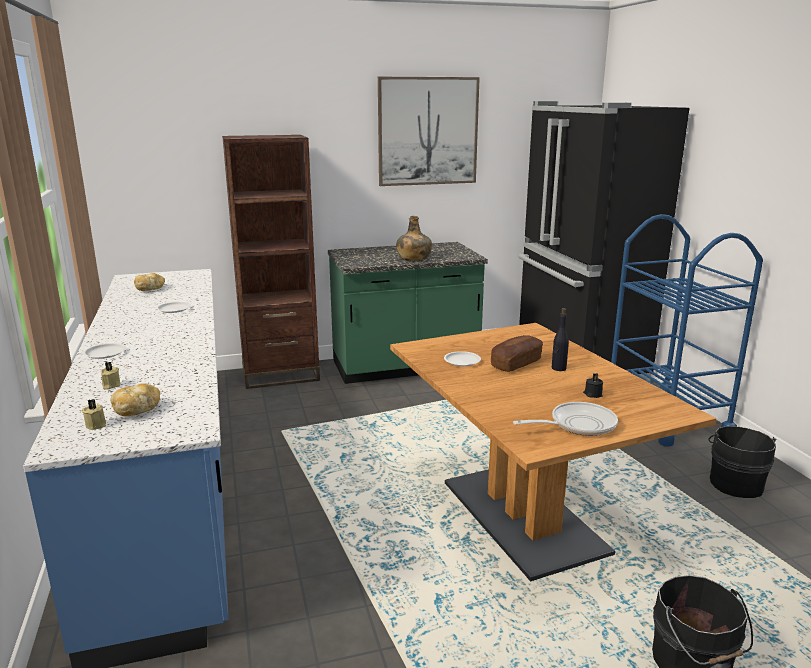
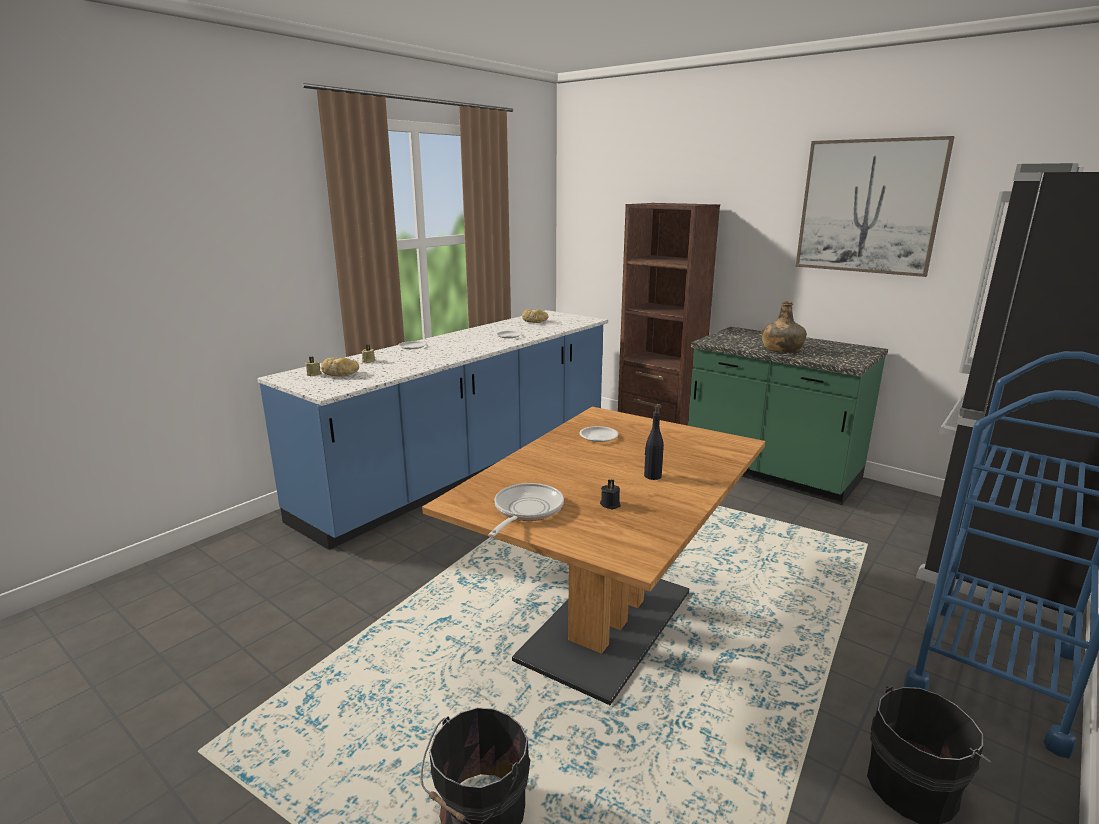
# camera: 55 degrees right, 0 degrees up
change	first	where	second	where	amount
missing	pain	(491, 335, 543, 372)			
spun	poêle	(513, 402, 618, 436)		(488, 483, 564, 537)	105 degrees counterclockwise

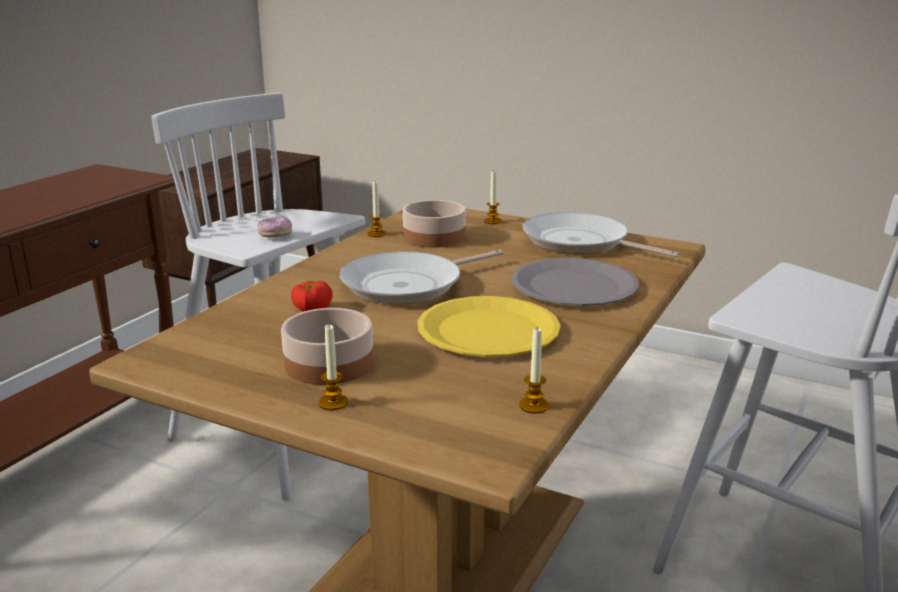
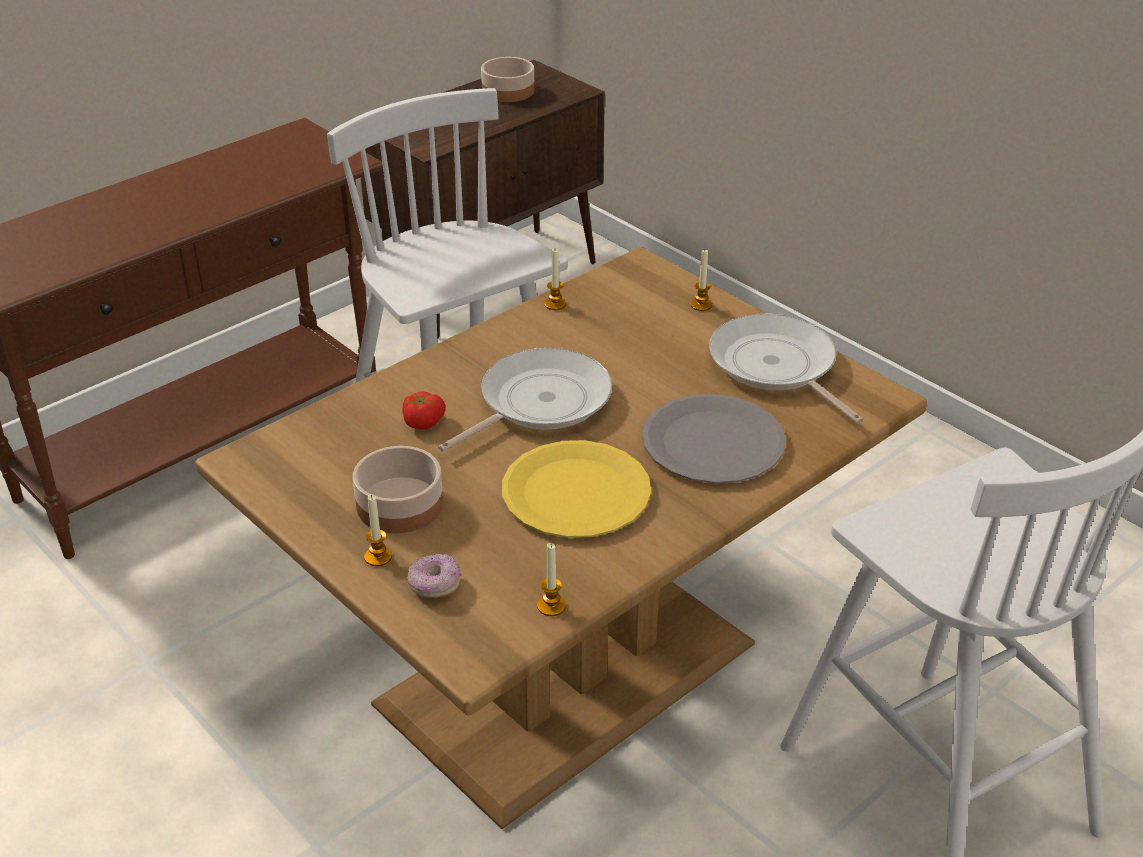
# camera: 20 degrees right, 15 degrees up
change	first	where	second	where	amount
relocated	beignet	(257, 216, 292, 237)		(407, 554, 461, 598)	
spun	poêle	(340, 250, 503, 304)		(438, 348, 612, 452)	150 degrees clockwise
relocated	bol	(403, 200, 466, 248)		(481, 57, 534, 102)	

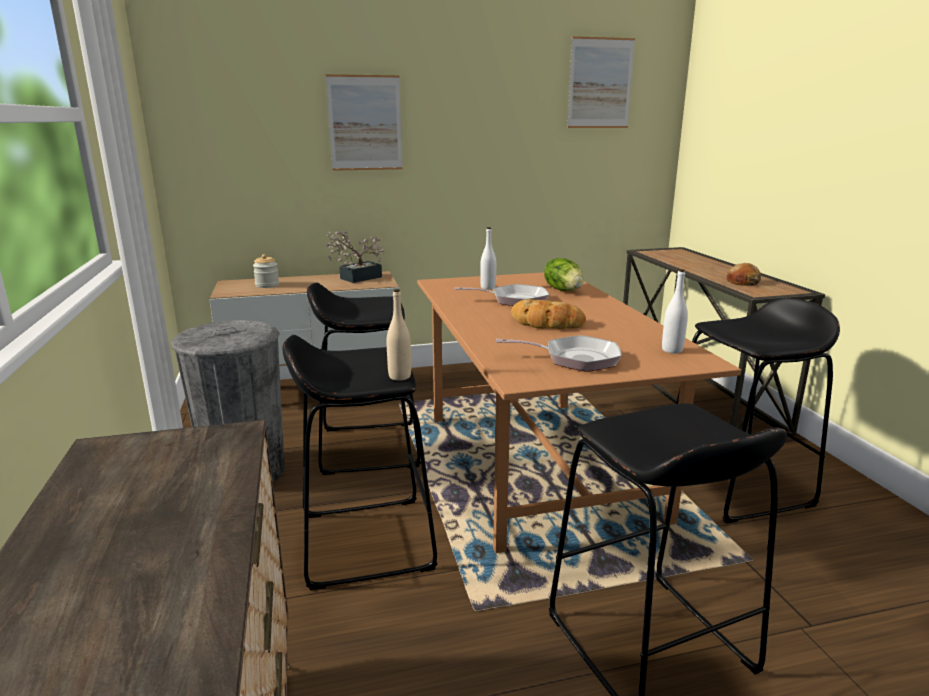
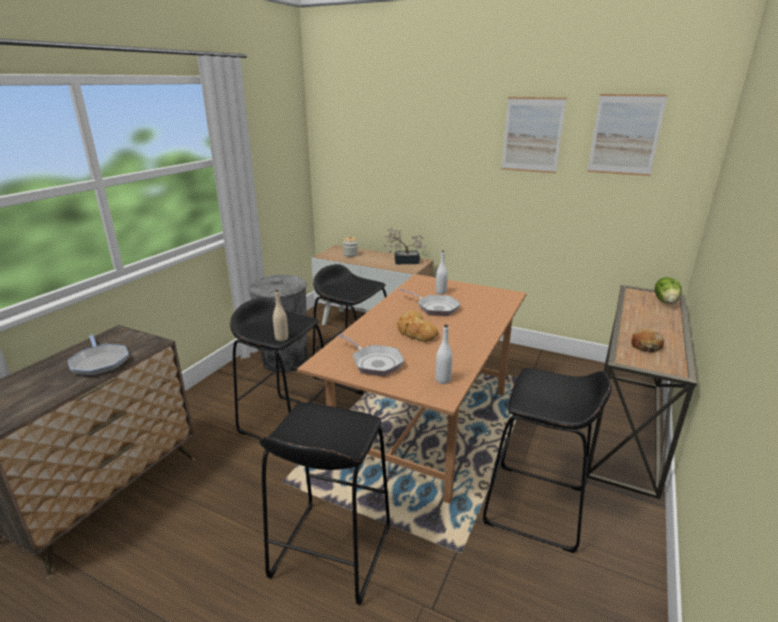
# camera: 40 degrees right, 5 degrees up
change	first	where	second	where	amount
relocated	tableau	(326, 74, 402, 171)		(501, 97, 567, 173)	
relocated	laitue	(544, 258, 584, 291)		(654, 277, 681, 304)	
appeared			poêle	(68, 335, 129, 376)	

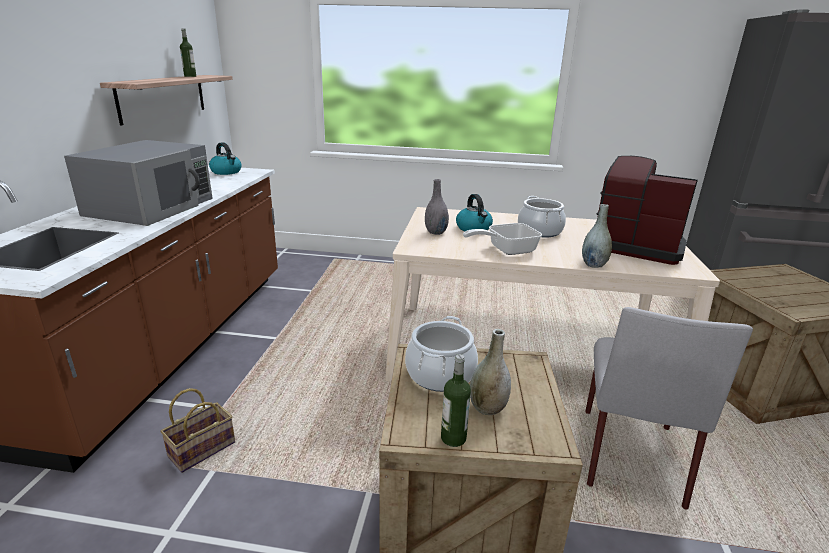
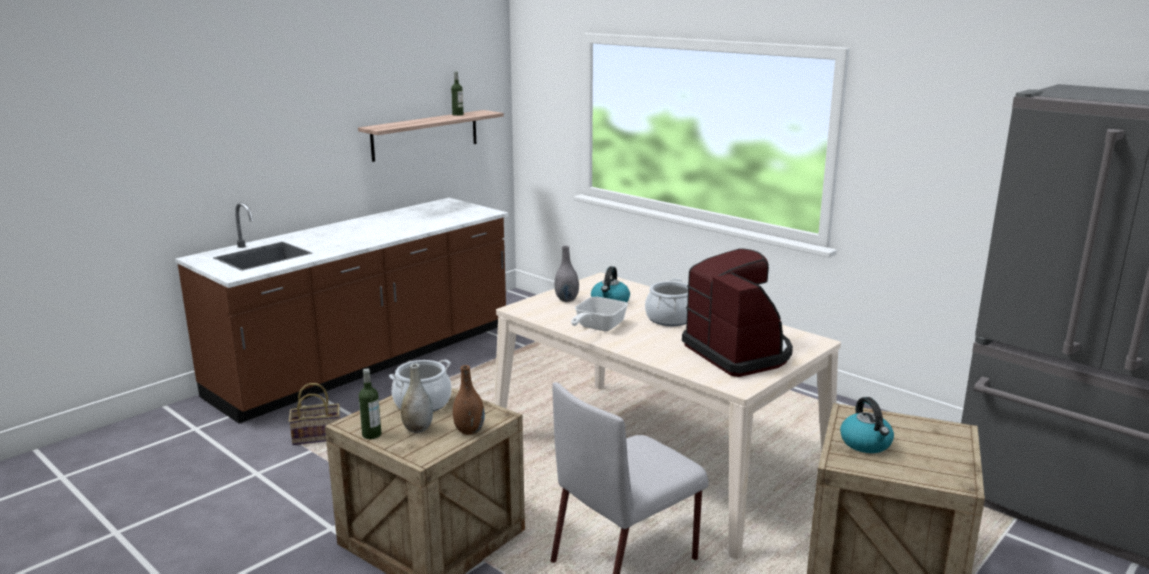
# camera: 35 degrees right, 5 degrees down
change	first	where	second	where	amount
missing	micro-ondes/gris	(64, 140, 213, 226)			
relocated	bouilloire	(209, 142, 242, 175)		(840, 397, 894, 453)	
spun	poêle	(463, 223, 542, 255)		(571, 297, 628, 331)	75 degrees counterclockwise
missing	vase/gris	(582, 204, 612, 268)			
appeared			vase/marron	(453, 365, 485, 435)	

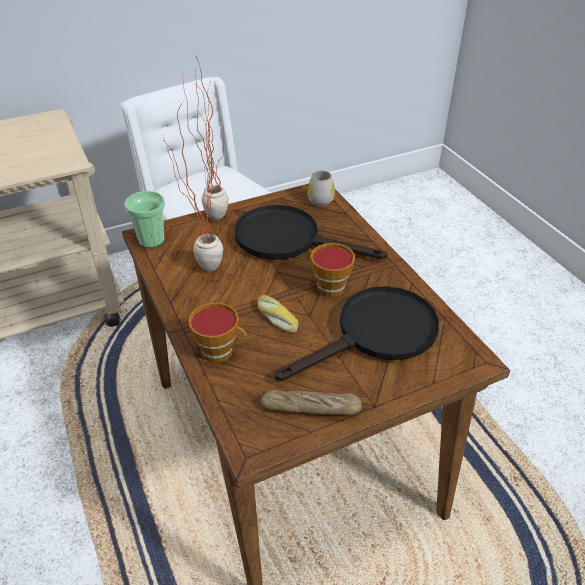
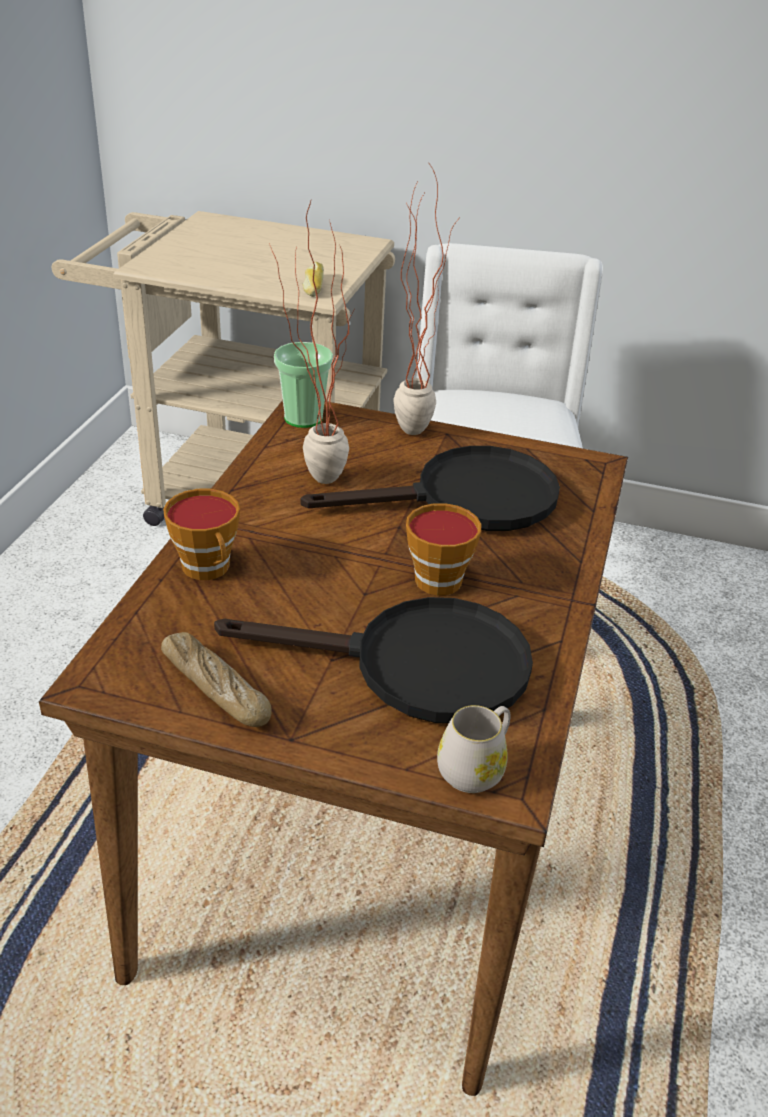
# camera: 40 degrees right, 5 degrees down
change	first	where	second	where	amount
spun	poêle/noir	(235, 205, 388, 260)		(300, 446, 560, 531)	105 degrees clockwise
relocated	pain	(258, 295, 299, 333)		(303, 262, 324, 297)	
relocated	mug/blanc	(307, 169, 335, 206)		(437, 705, 511, 793)	

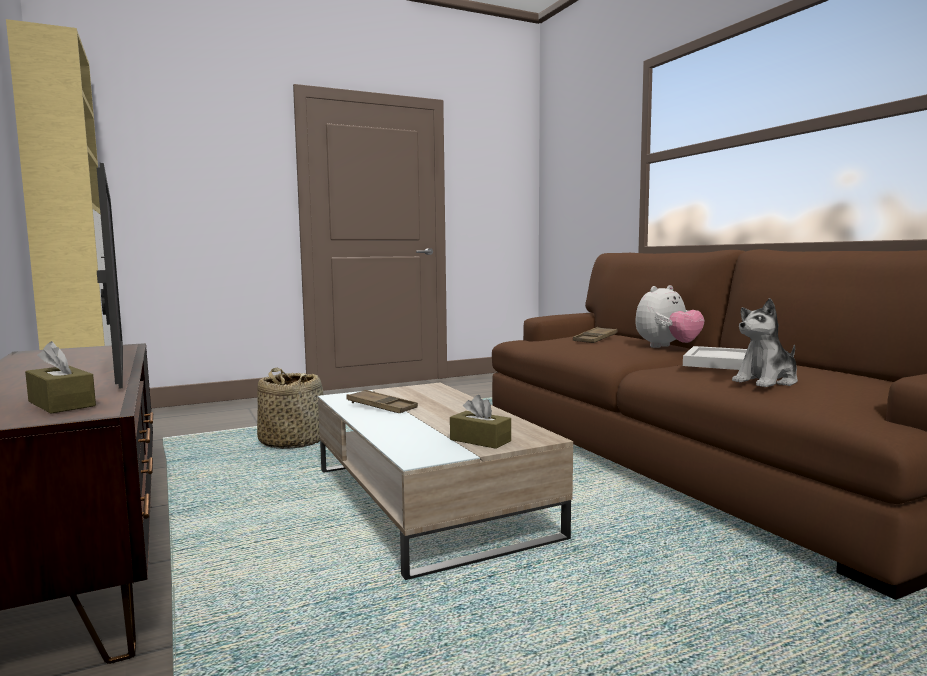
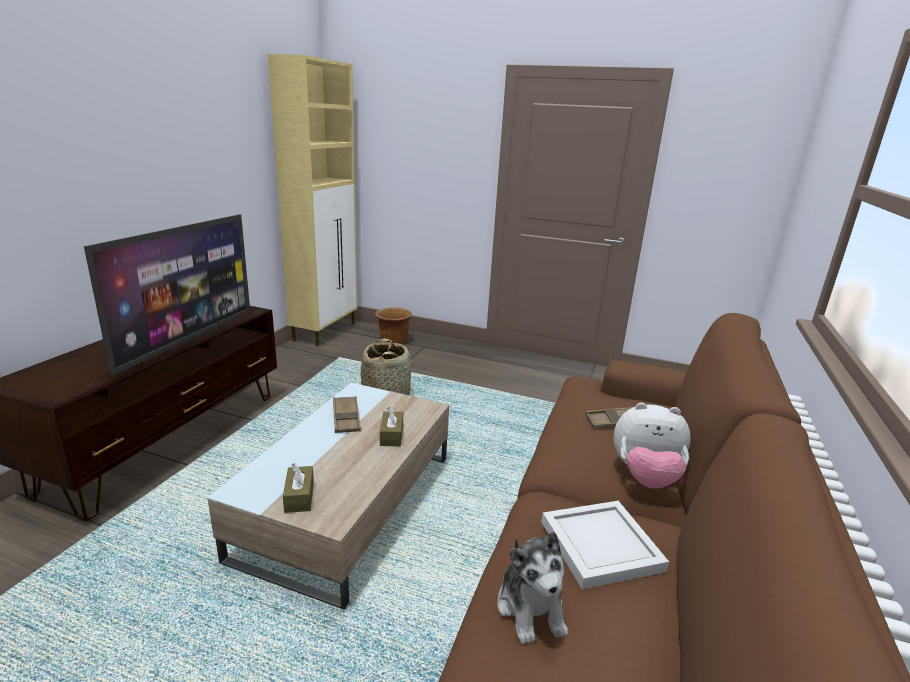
# camera: 45 degrees right, 15 degrees up
change	first	where	second	where	amount
relocated	boîte à mouchoirs/marron	(25, 341, 96, 414)		(380, 407, 403, 446)	
spun	peluche	(732, 298, 798, 387)		(497, 532, 568, 644)	120 degrees counterclockwise
appeared			cache-pot/marron	(375, 307, 412, 344)	

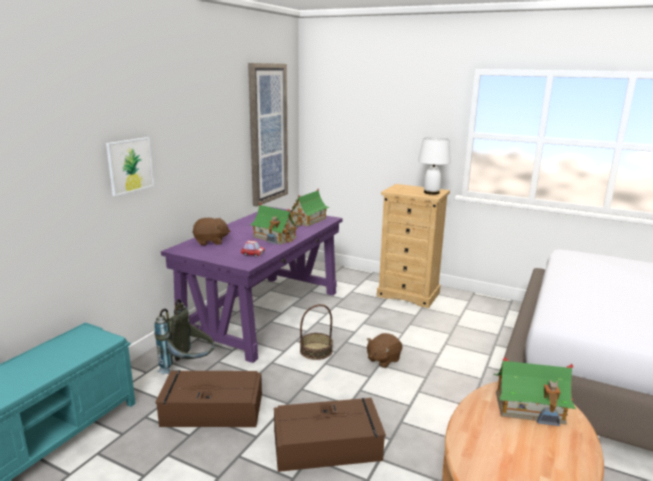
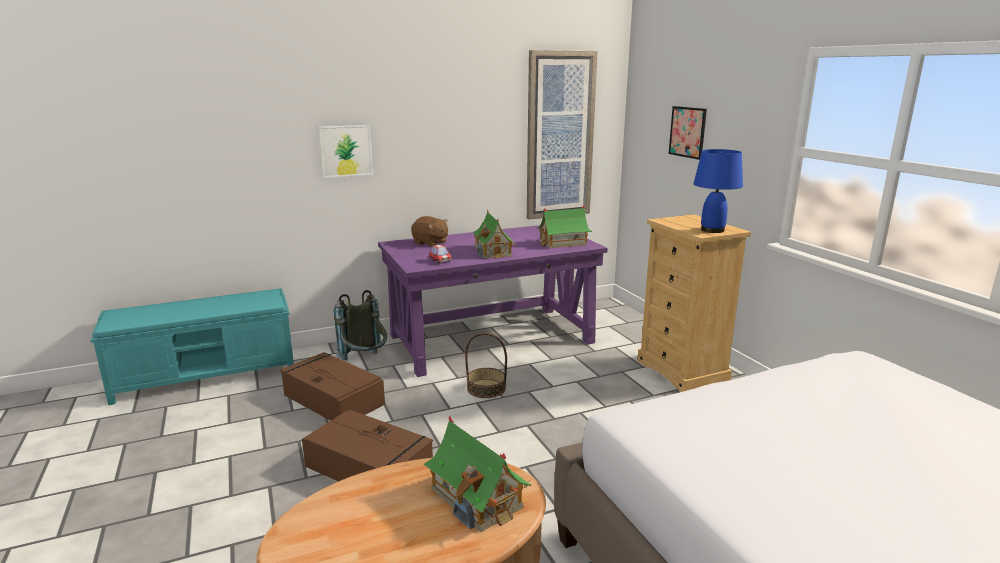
# camera: 40 degrees right, 0 degrees up
change	first	where	second	where	amount
missing	peluche/marron	(367, 333, 402, 368)			
colour	lampe de table/blanc	(418, 137, 451, 195)	lampe de table/bleu	(693, 149, 743, 233)	
appeared			tableau	(669, 106, 707, 160)	

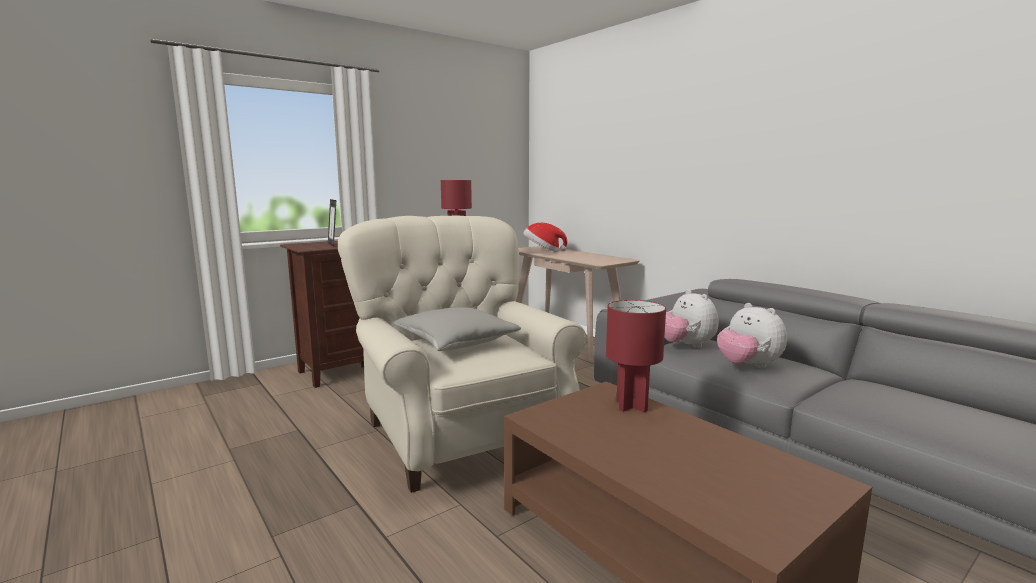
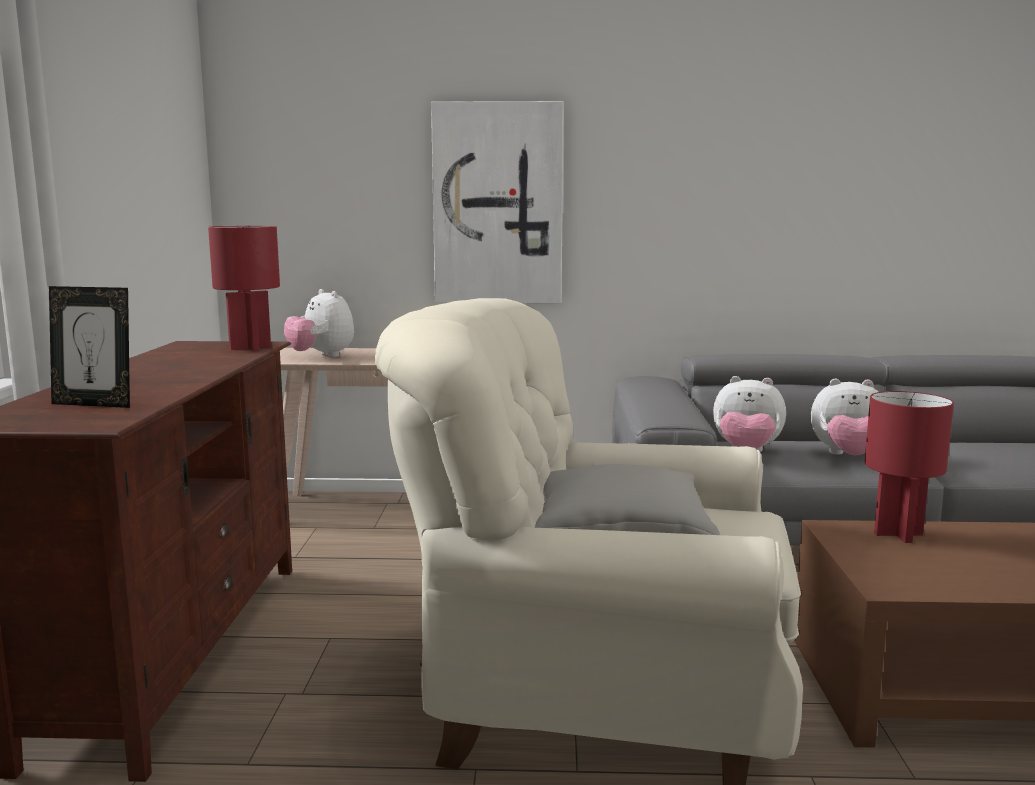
# camera: 50 degrees left, 0 degrees up
change	first	where	second	where	amount
exchanged	chapeau	(523, 223, 567, 252)	peluche	(284, 289, 354, 357)	
appeared			tableau	(431, 101, 564, 303)	

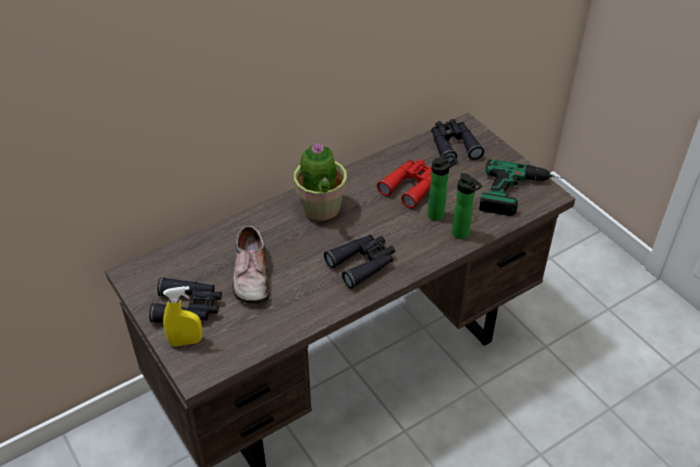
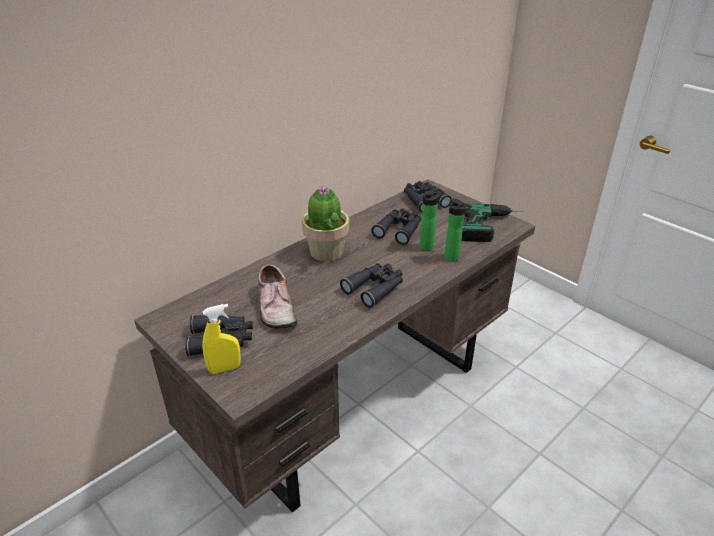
# camera: 10 degrees left, 10 degrees down
change	first	where	second	where	amount
colour	jumelles/rouge	(377, 159, 432, 209)	jumelles/noir	(371, 208, 421, 245)	

